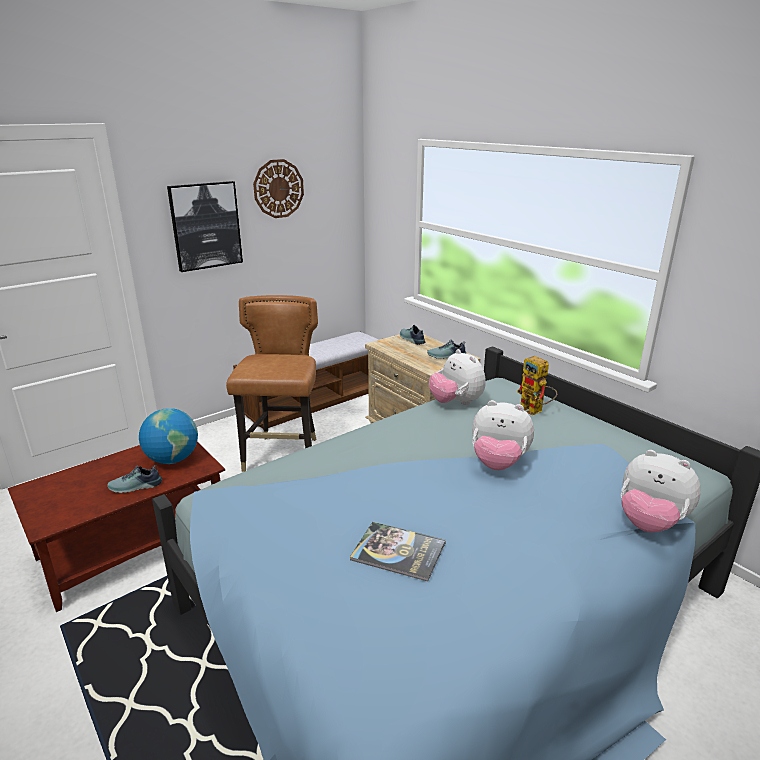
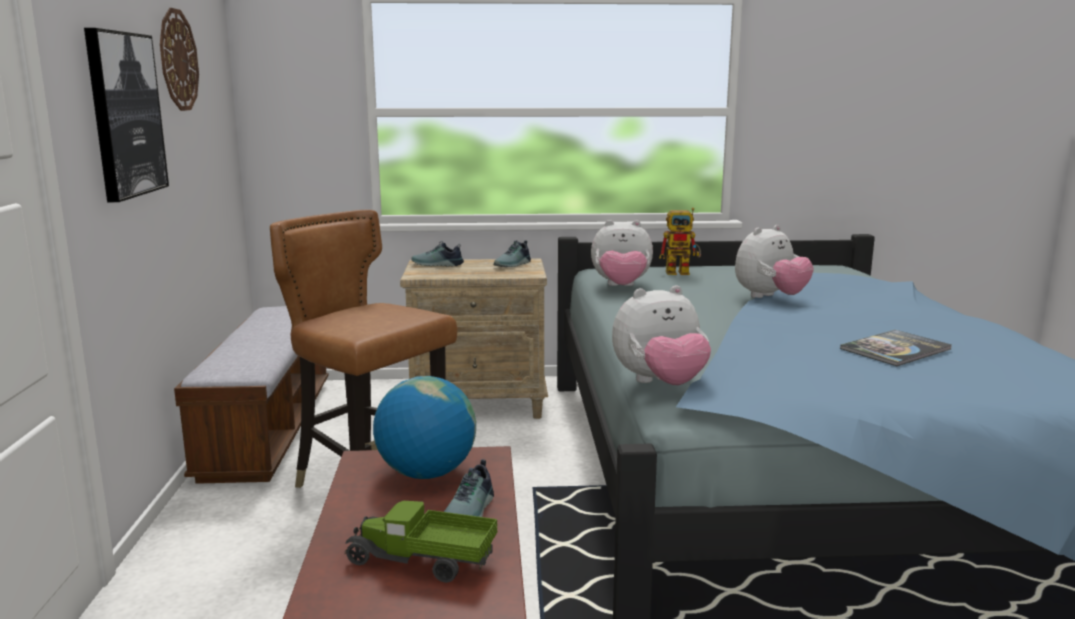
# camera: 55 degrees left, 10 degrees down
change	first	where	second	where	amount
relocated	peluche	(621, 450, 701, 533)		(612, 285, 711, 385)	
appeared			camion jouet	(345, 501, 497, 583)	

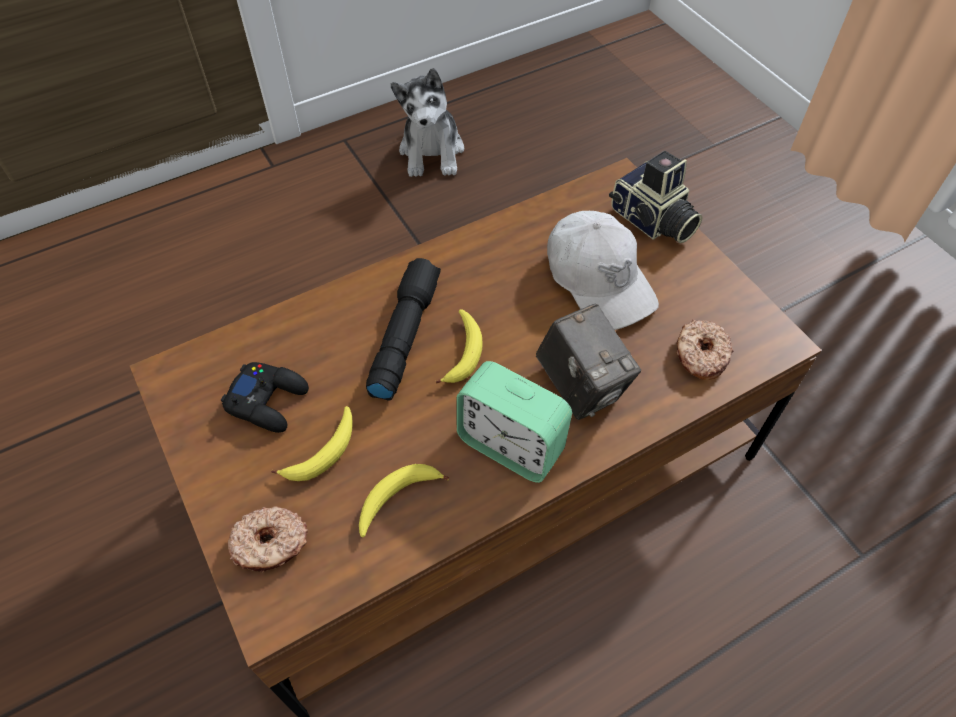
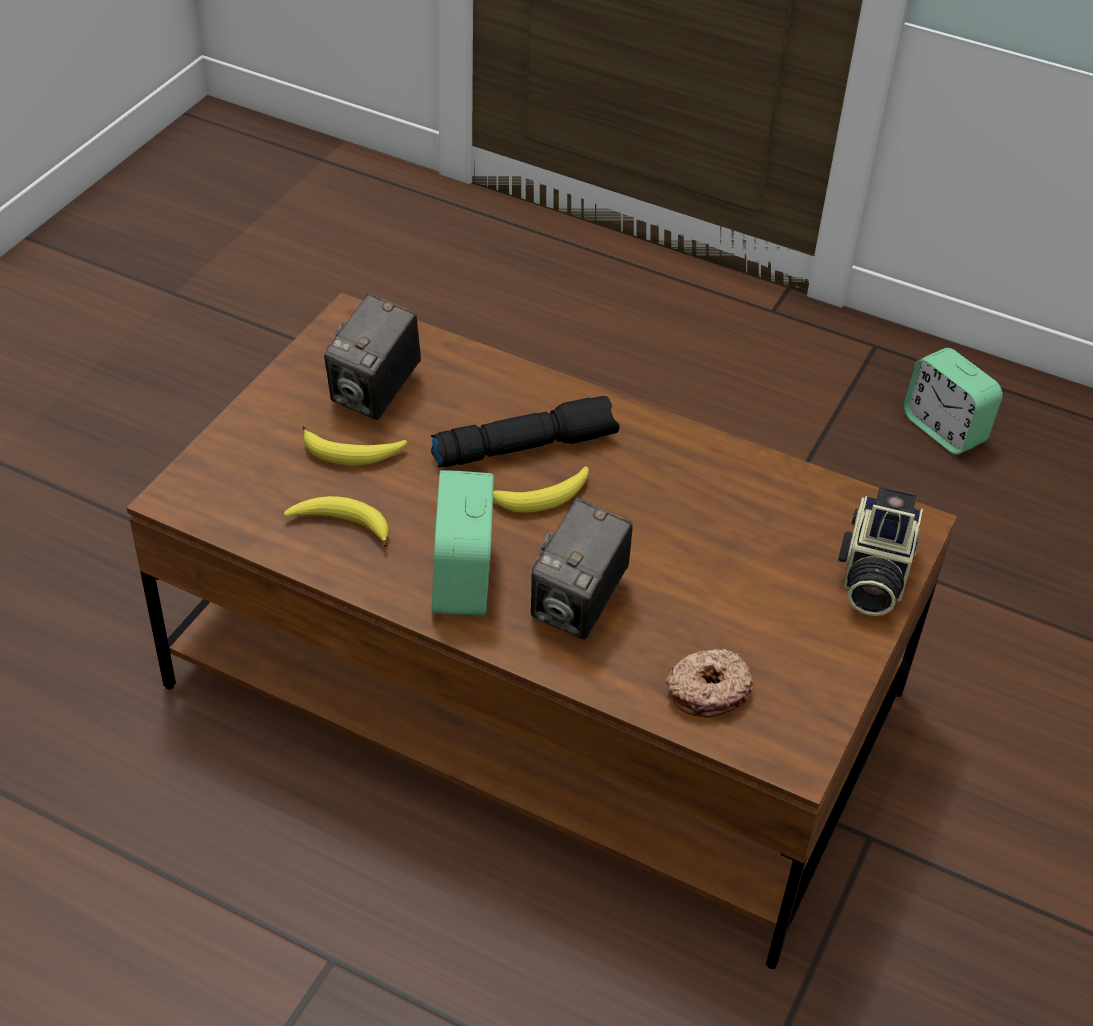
# camera: 55 degrees right, 10 degrees down
change	first	where	second	where	amount
exchanged	manette/noir	(221, 362, 309, 433)	appareil photo	(324, 293, 421, 420)	
missing	beignet	(228, 506, 308, 572)			
exchanged	peluche	(391, 68, 464, 177)	réveil	(903, 348, 1003, 455)	
missing	casquette/blanc	(547, 211, 659, 330)			

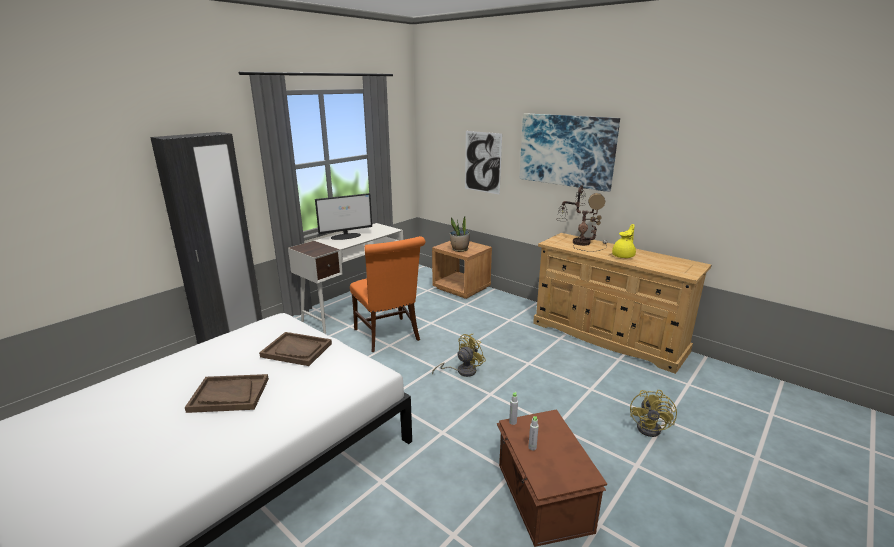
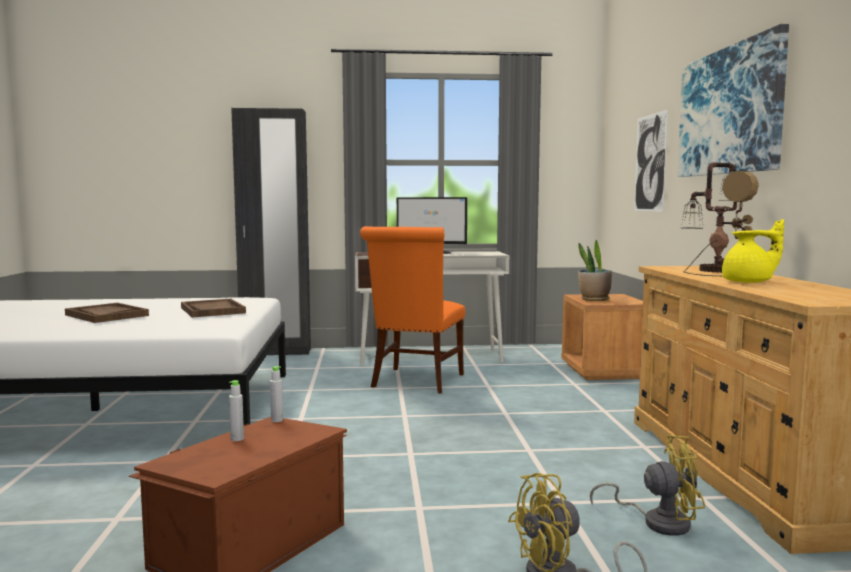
# camera: 45 degrees right, 15 degrees down
change	first	where	second	where	amount
relocated	ventilateur/jaune	(432, 334, 486, 377)		(590, 435, 705, 536)	

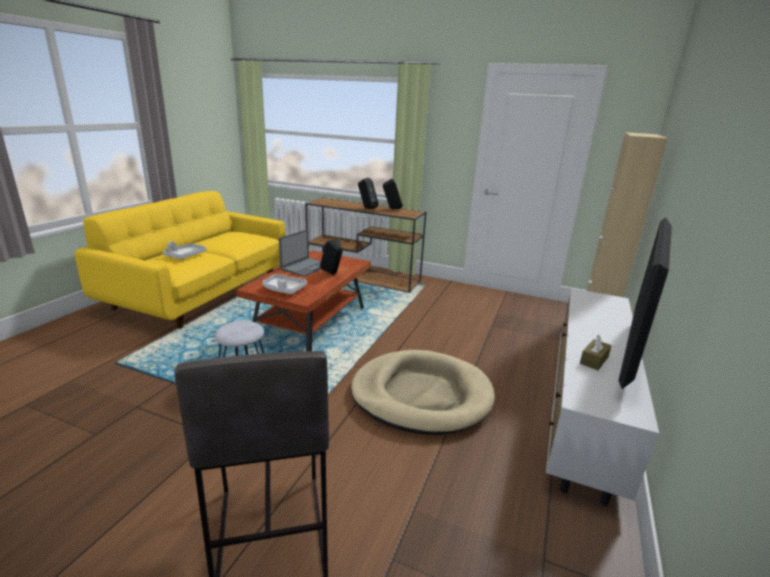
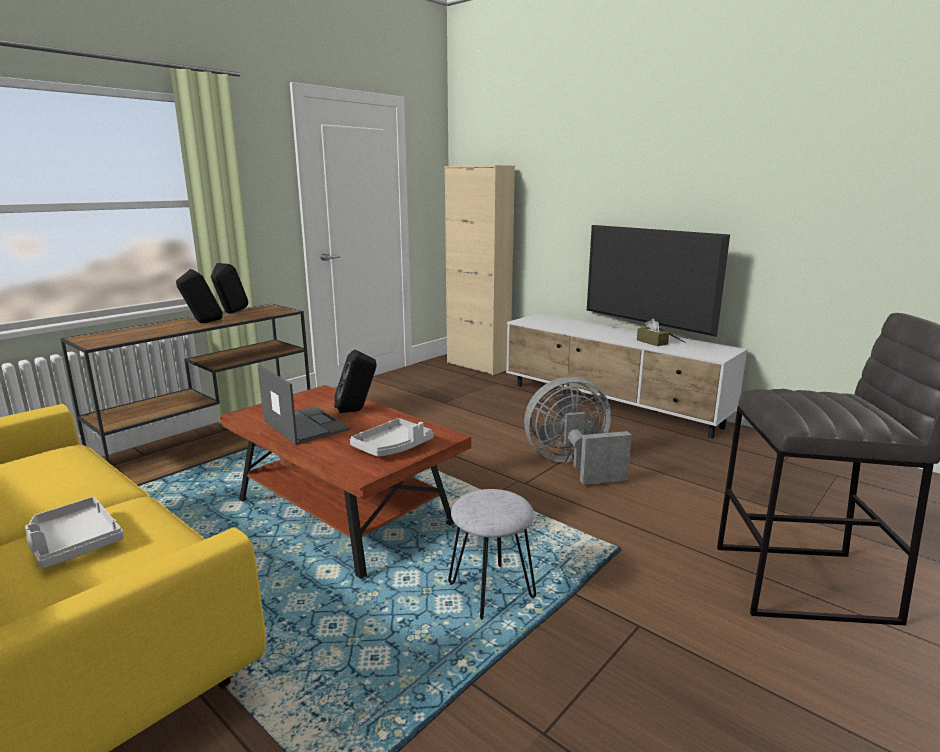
# camera: 70 degrees left, 5 degrees down
change	first	where	second	where	amount
exchanged	panier pour chien/beige	(351, 350, 495, 435)	ventilateur/gris	(524, 377, 632, 485)	

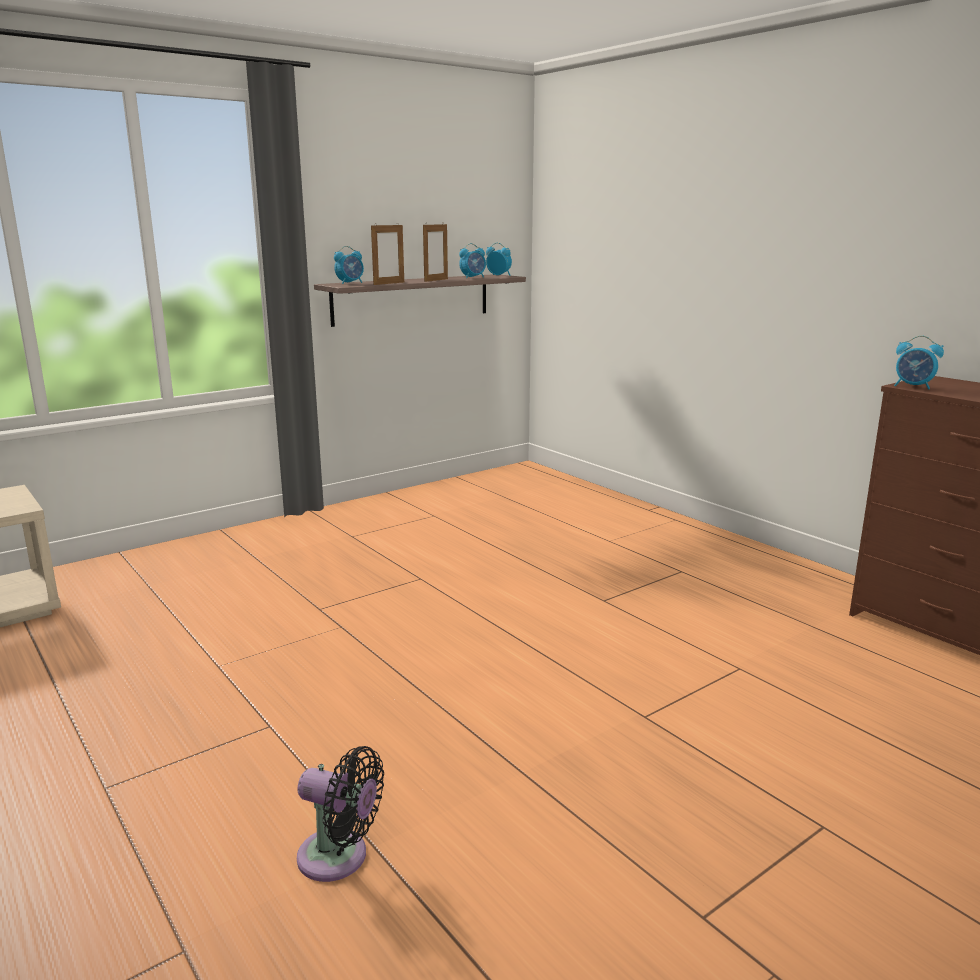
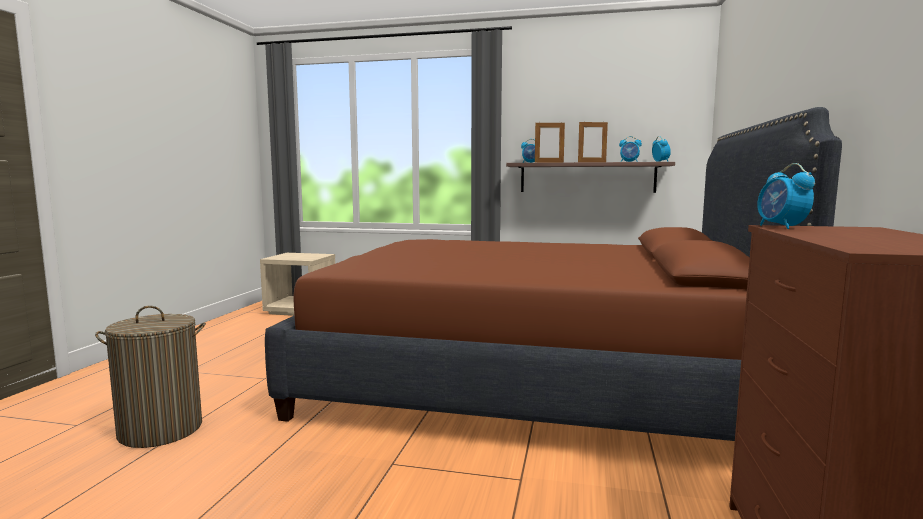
# camera: 50 degrees right, 10 degrees down
change	first	where	second	where	amount
exchanged	ventilateur/noir	(297, 746, 384, 882)	panier à linge	(95, 306, 206, 448)	
appeared			lit/marron	(265, 107, 842, 441)	

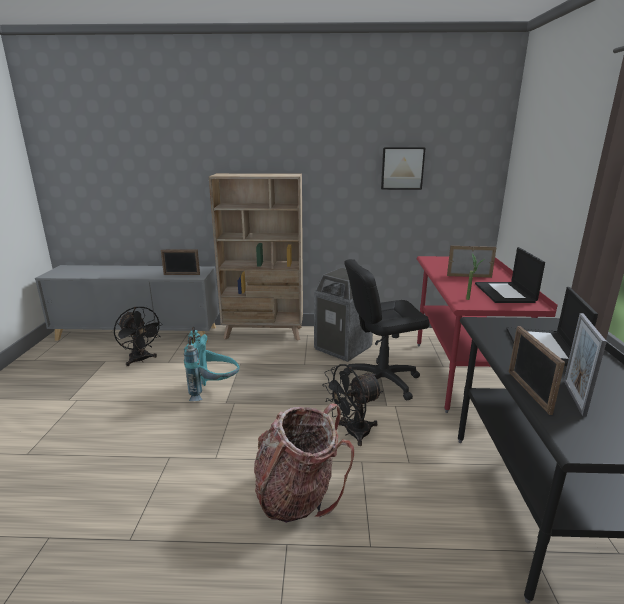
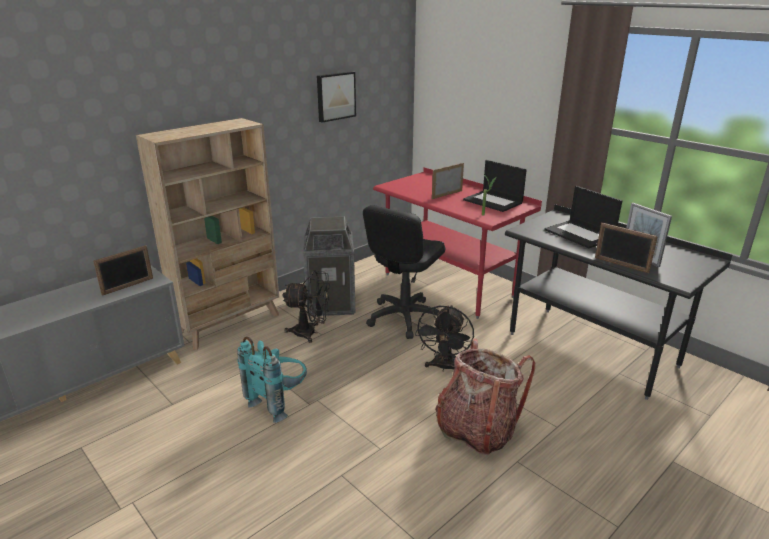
# camera: 45 degrees left, 5 degrees up
change	first	where	second	where	amount
relocated	ventilateur/noir	(114, 307, 162, 366)		(283, 270, 330, 343)	

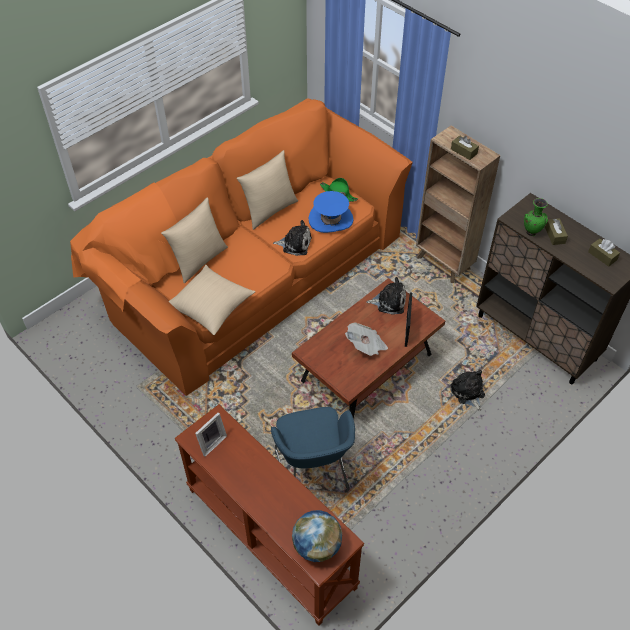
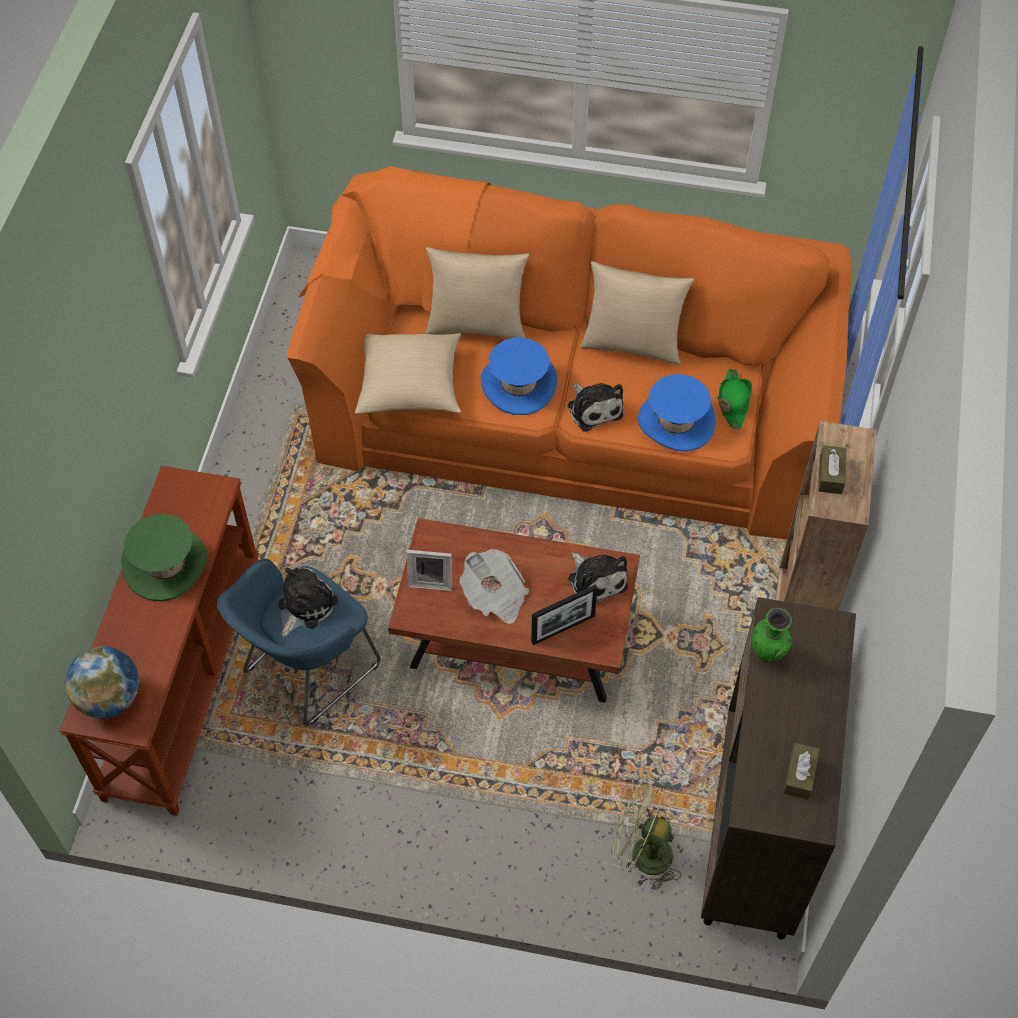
# camera: 55 degrees right, 5 degrees up
change	first	where	second	where	amount
relocated	cadre photo	(195, 412, 227, 457)		(407, 550, 452, 591)	
relocated	peluche	(450, 370, 485, 411)		(278, 568, 338, 637)	
missing	boîte à mouchoirs/marron	(545, 218, 568, 245)			
appeared			chapeau/vert	(121, 514, 207, 601)	
appeared			chapeau/bleu	(481, 338, 557, 415)	
appeared			ventilateur/vert	(611, 777, 681, 890)	

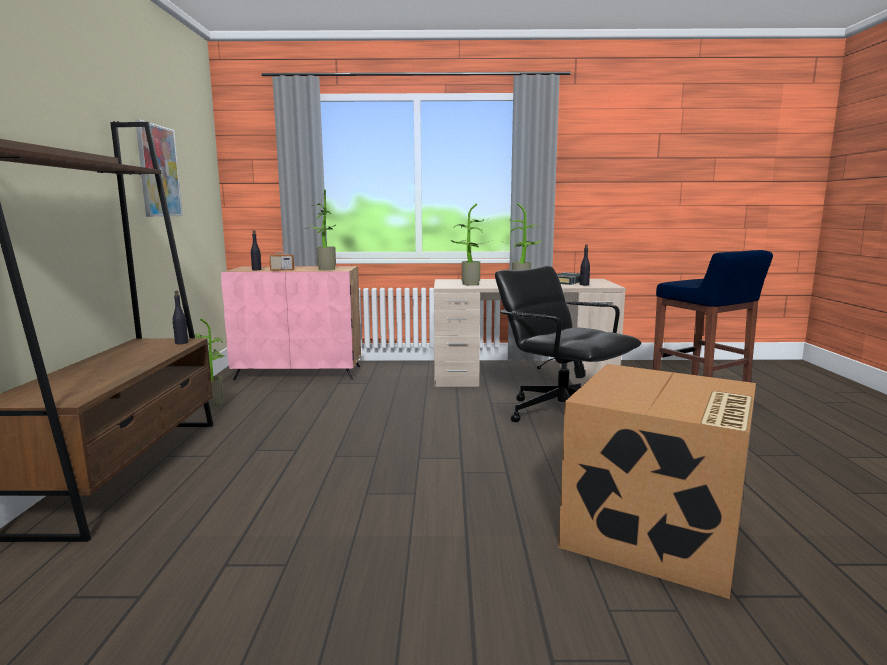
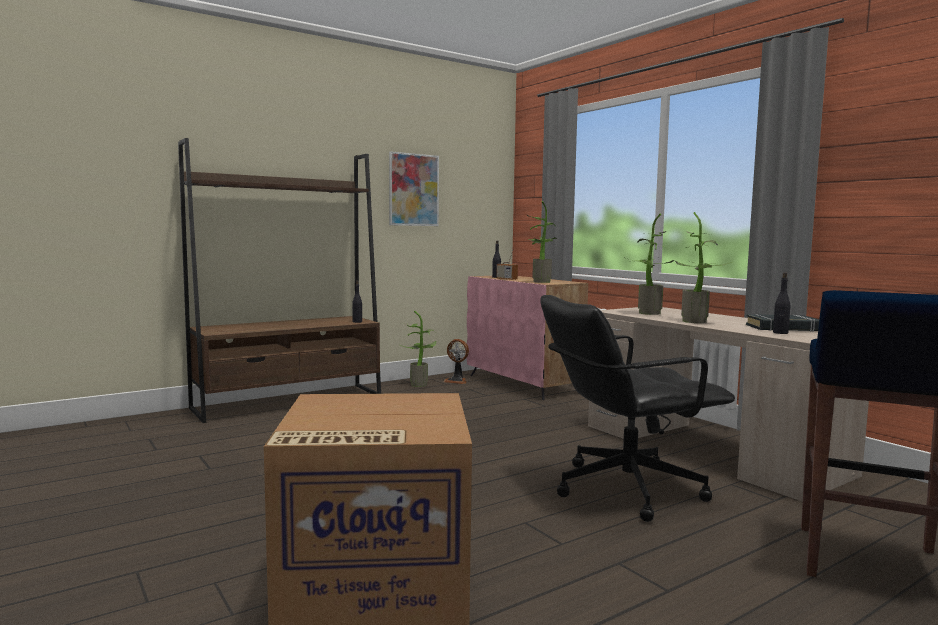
# camera: 55 degrees right, 5 degrees down
change	first	where	second	where	amount
spun	chaise de bureau/noir	(495, 265, 641, 422)		(540, 295, 735, 522)	120 degrees counterclockwise
appeared			ventilateur	(443, 339, 469, 384)	

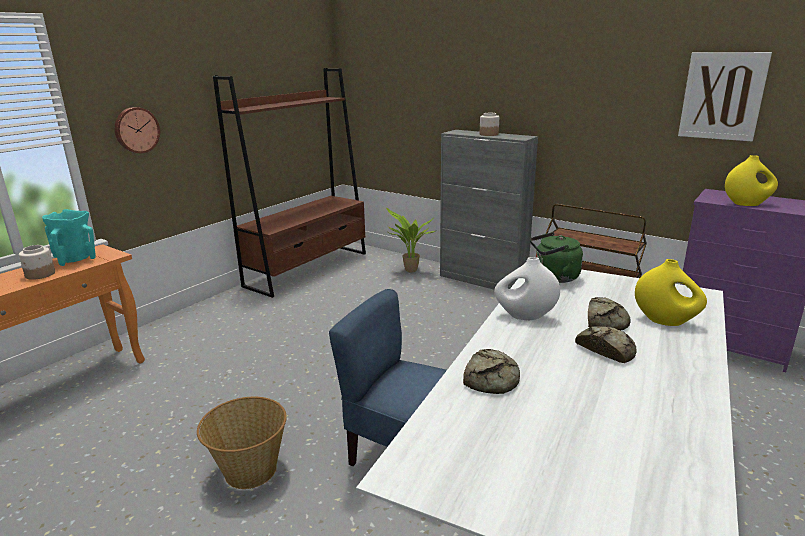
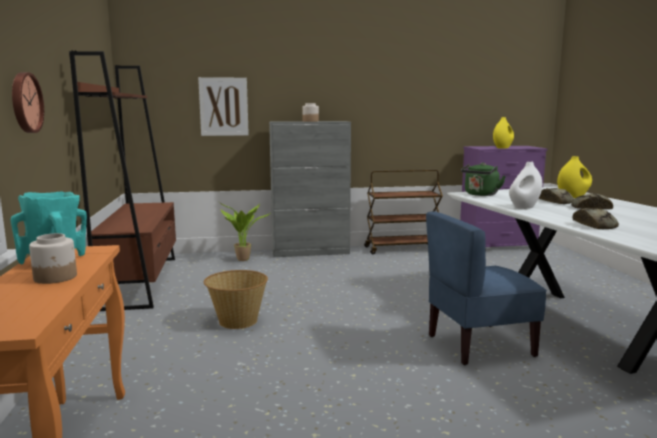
# camera: 45 degrees left, 10 degrees down
change	first	where	second	where	amount
relocated	panier	(197, 397, 287, 489)		(204, 270, 268, 329)	
relocated	tableau	(678, 52, 772, 142)		(198, 77, 249, 136)	

